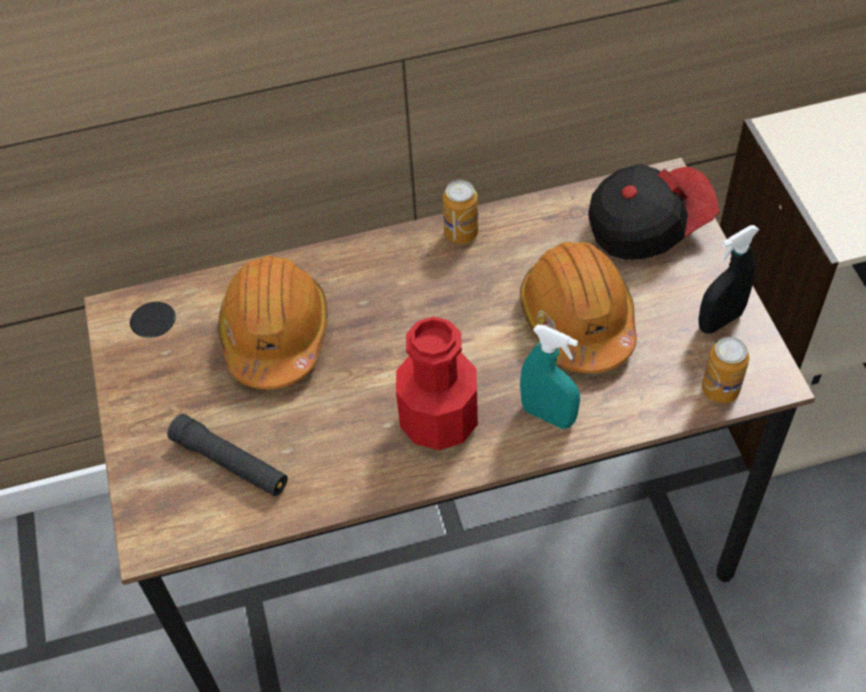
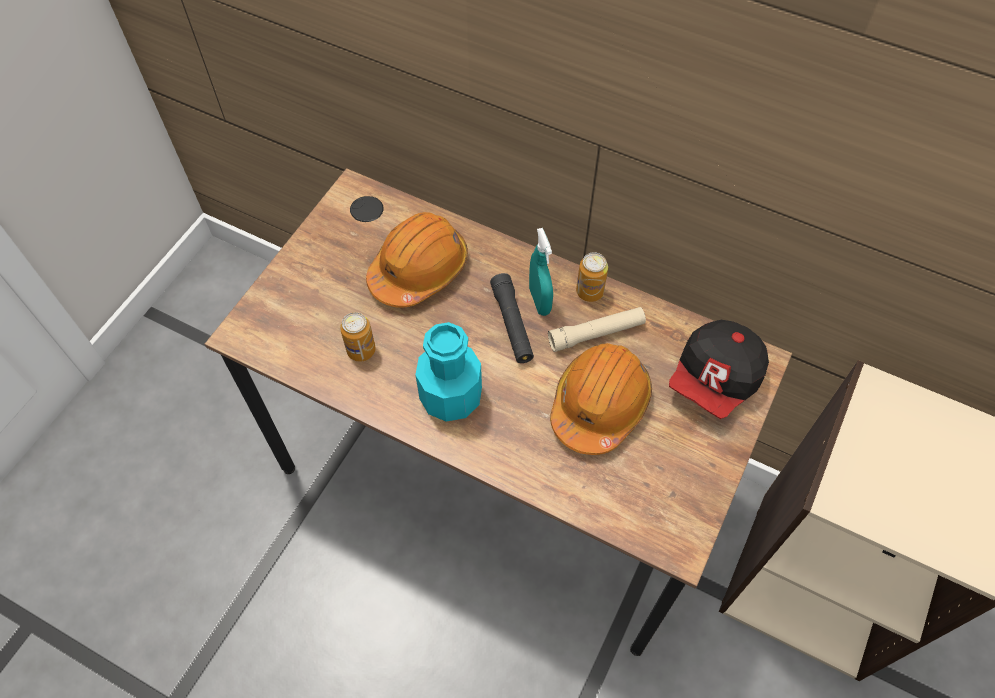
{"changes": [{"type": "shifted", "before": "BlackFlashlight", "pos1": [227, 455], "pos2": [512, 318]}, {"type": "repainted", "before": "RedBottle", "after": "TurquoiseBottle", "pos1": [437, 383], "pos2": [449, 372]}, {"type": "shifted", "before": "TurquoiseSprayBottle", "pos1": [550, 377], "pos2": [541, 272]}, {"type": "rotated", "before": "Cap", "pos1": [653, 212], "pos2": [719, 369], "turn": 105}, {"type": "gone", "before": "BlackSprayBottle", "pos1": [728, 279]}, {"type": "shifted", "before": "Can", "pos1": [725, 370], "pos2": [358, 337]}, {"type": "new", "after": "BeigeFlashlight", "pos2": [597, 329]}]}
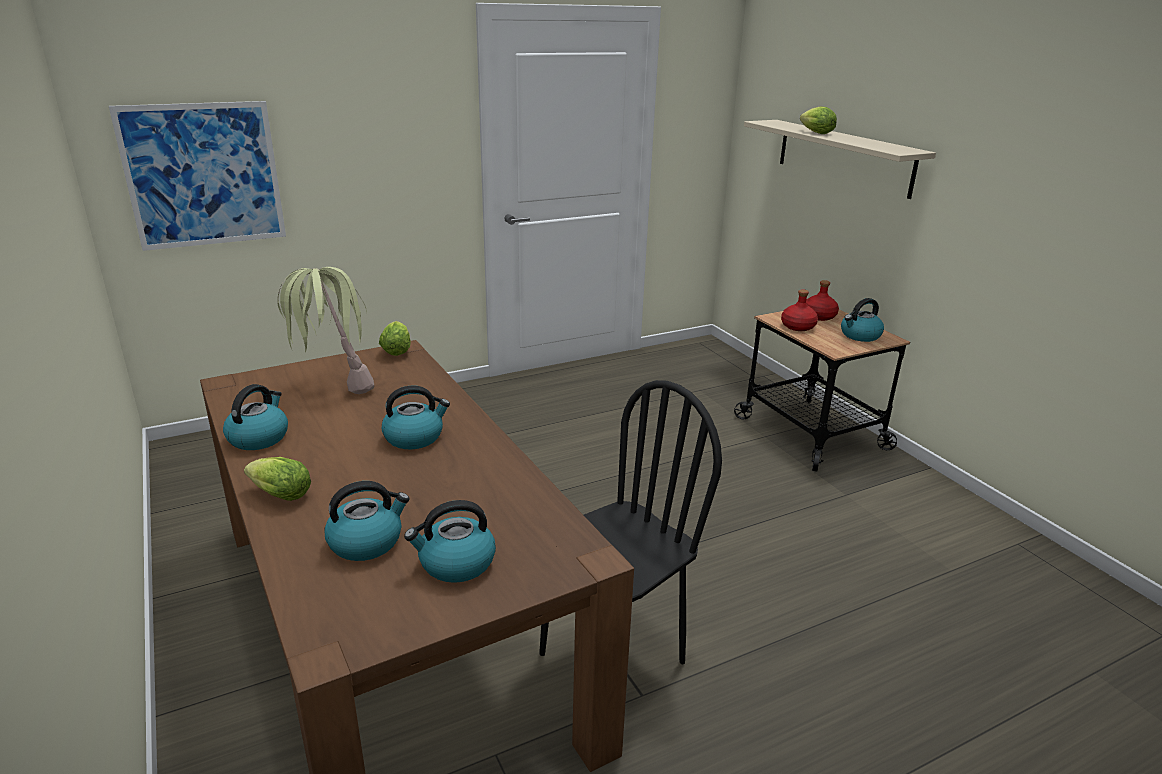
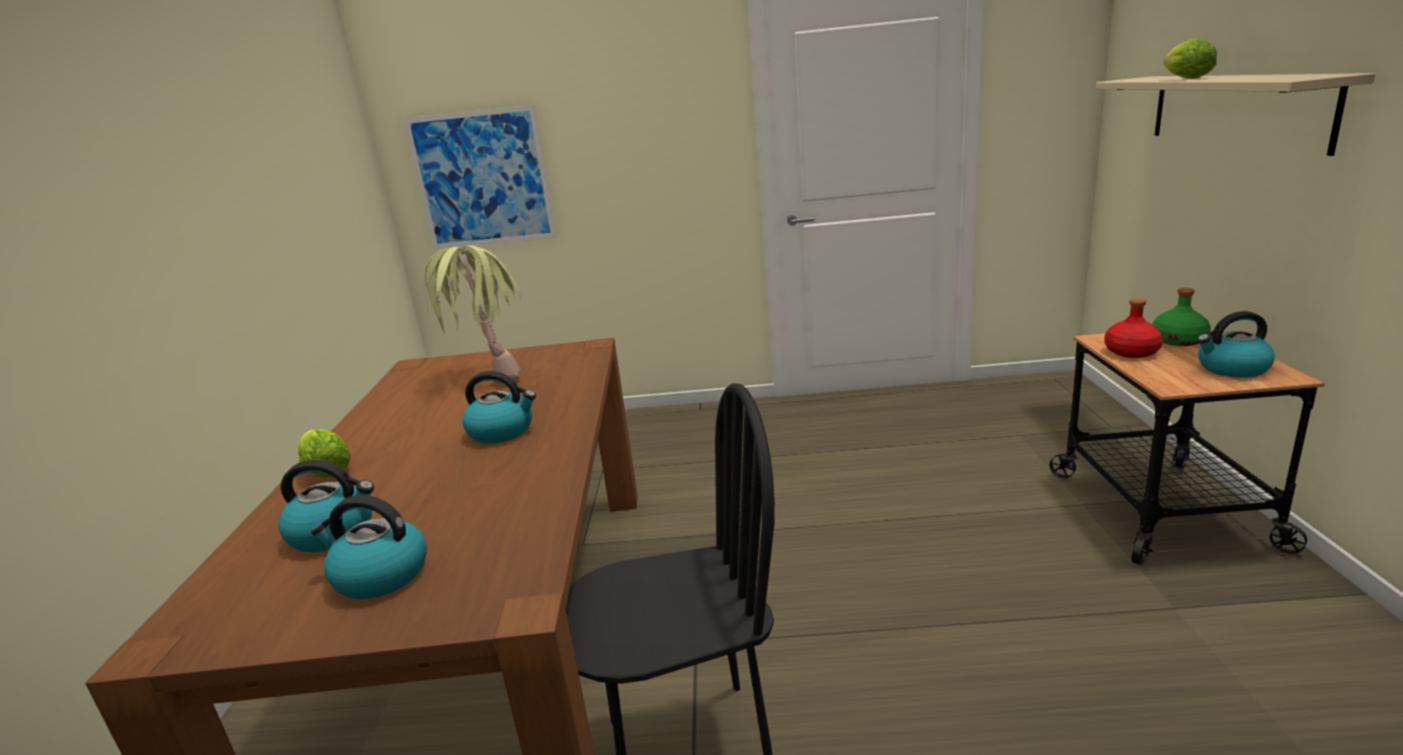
{"changes": [{"type": "gone", "before": "Kettle", "pos1": [255, 417]}, {"type": "gone", "before": "Lettuce", "pos1": [395, 338]}, {"type": "repainted", "before": "RedBottle", "after": "GreenBottle", "pos1": [822, 300], "pos2": [1181, 317]}]}
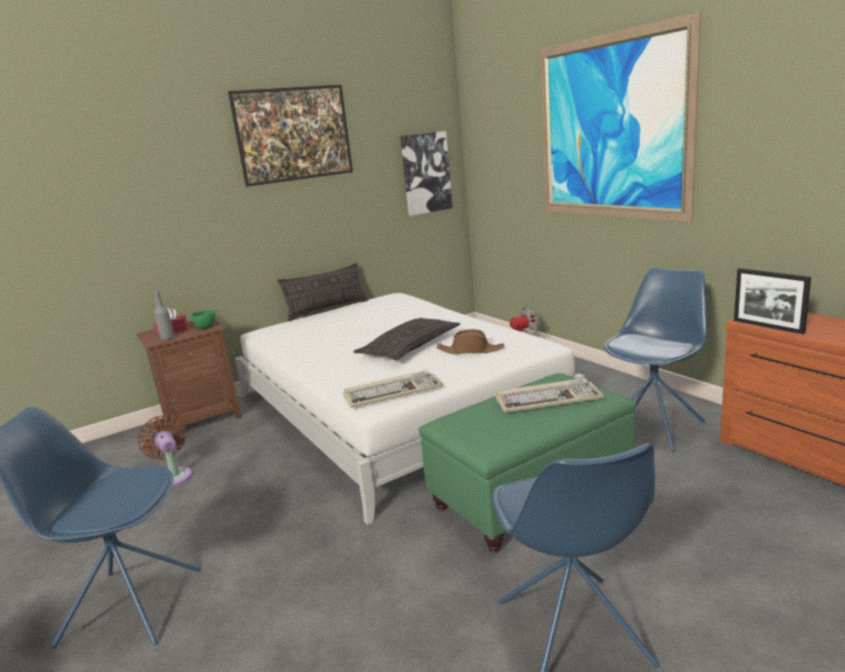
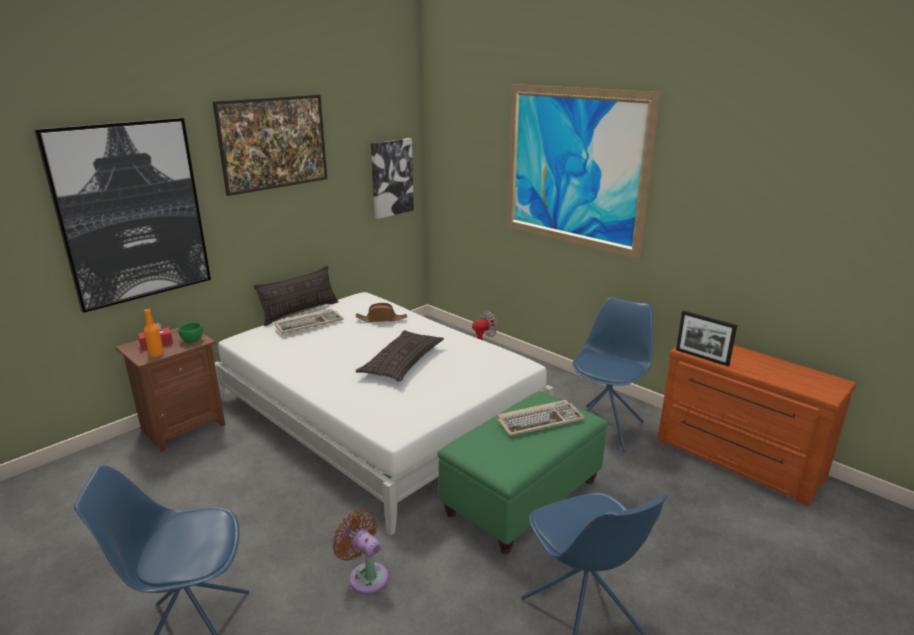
{"changes": [{"type": "shifted", "before": "BrownFan", "pos1": [165, 450], "pos2": [360, 552]}, {"type": "repainted", "before": "GreyBottle", "after": "OrangeBottle", "pos1": [163, 315], "pos2": [154, 332]}, {"type": "shifted", "before": "Keyboard", "pos1": [393, 389], "pos2": [309, 321]}, {"type": "shifted", "before": "BrownHat", "pos1": [470, 341], "pos2": [381, 312]}, {"type": "new", "after": "Picture", "pos2": [122, 215]}]}
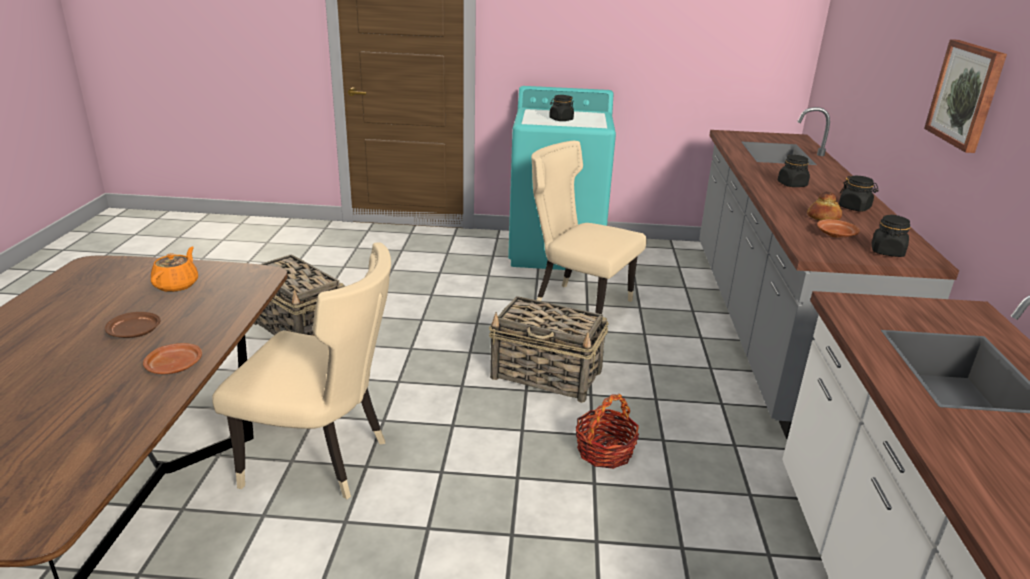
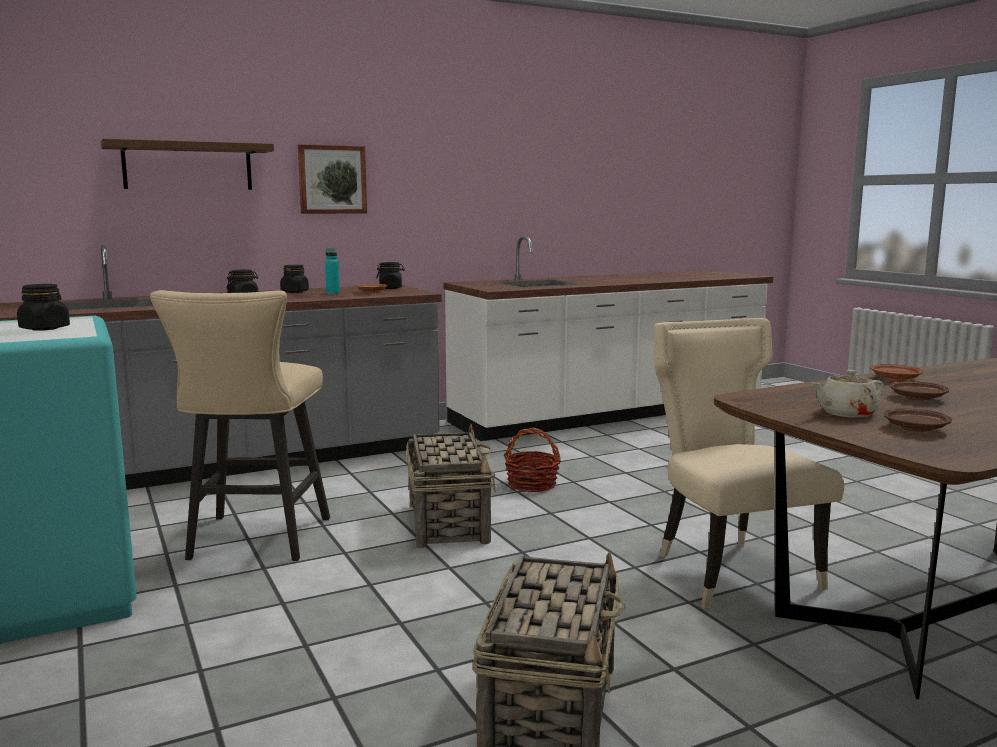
{"changes": [{"type": "repainted", "before": "OrangeTeapot", "after": "BeigeTeapot", "pos1": [174, 269], "pos2": [848, 394]}, {"type": "swapped", "before": "BeigeChair", "after": "BeigeStool", "pos1": [589, 227], "pos2": [240, 425]}, {"type": "swapped", "before": "Bread", "after": "TurquoiseBottle", "pos1": [824, 206], "pos2": [332, 271]}, {"type": "new", "after": "BrownShelf", "pos2": [187, 164]}, {"type": "new", "after": "BrownPlate", "pos2": [918, 420]}]}
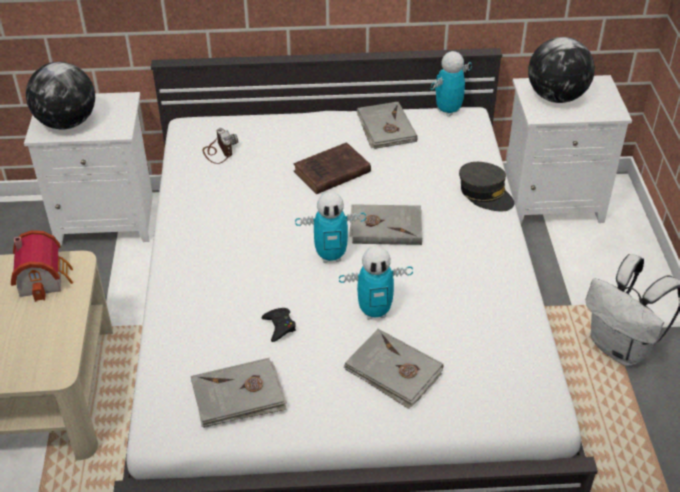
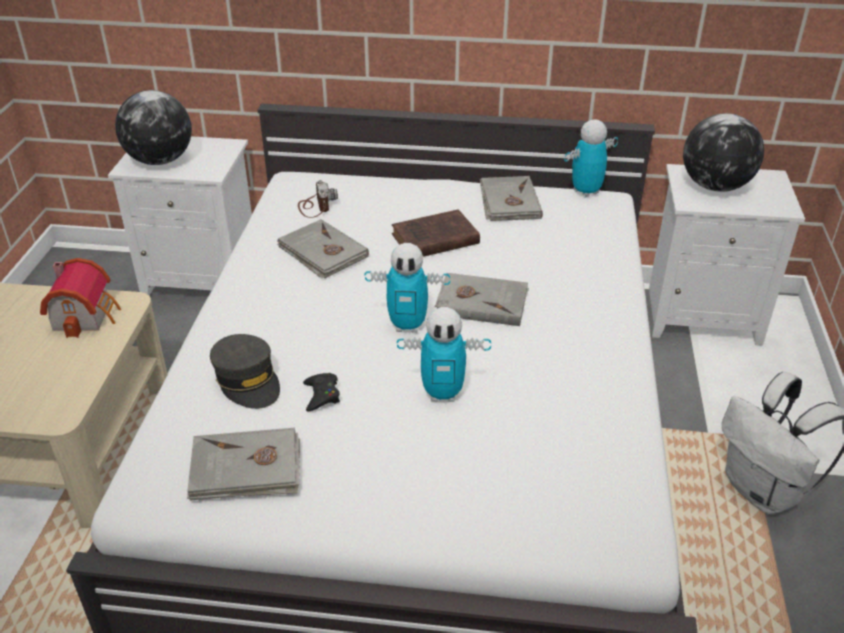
{"changes": [{"type": "shifted", "before": "GreyBook", "pos1": [393, 369], "pos2": [323, 248]}, {"type": "shifted", "before": "GreyCap", "pos1": [486, 186], "pos2": [245, 371]}]}
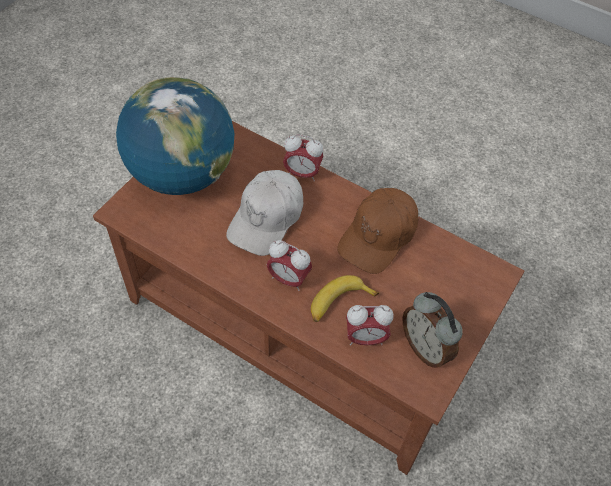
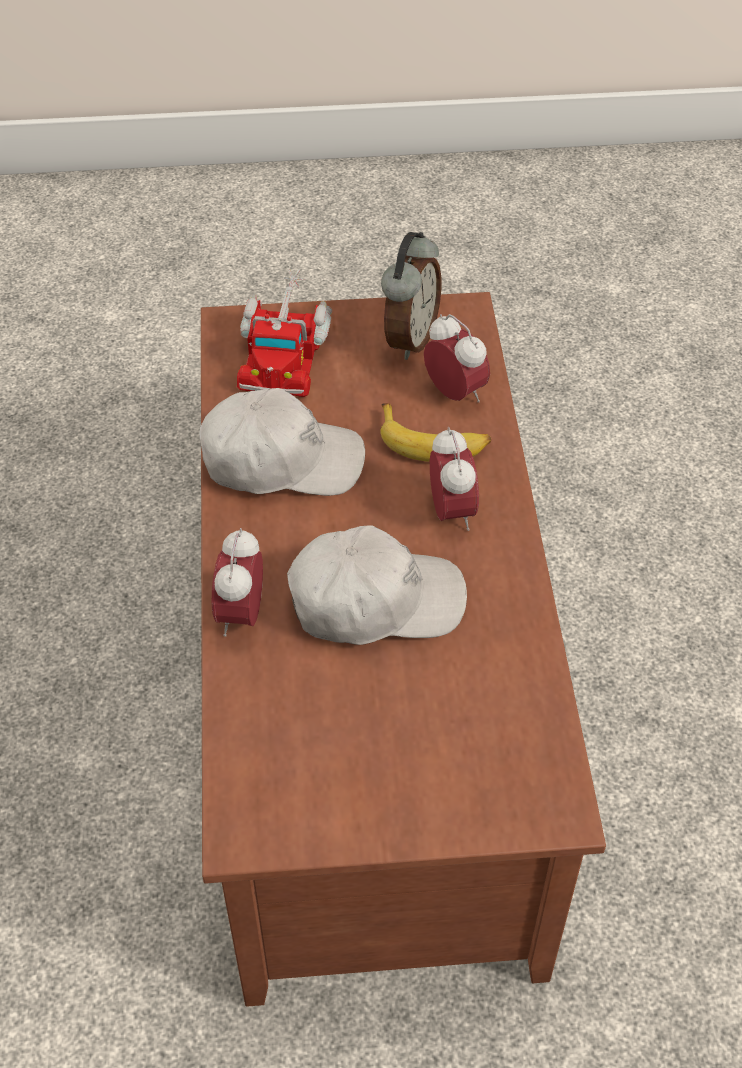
{"changes": [{"type": "gone", "before": "Globe", "pos1": [175, 136]}, {"type": "rotated", "before": "AlarmClock", "pos1": [303, 158], "pos2": [237, 582], "turn": -150}, {"type": "repainted", "before": "BrownCap", "after": "WhiteCap", "pos1": [377, 231], "pos2": [282, 442]}, {"type": "new", "after": "ToyTruck", "pos2": [284, 333]}]}
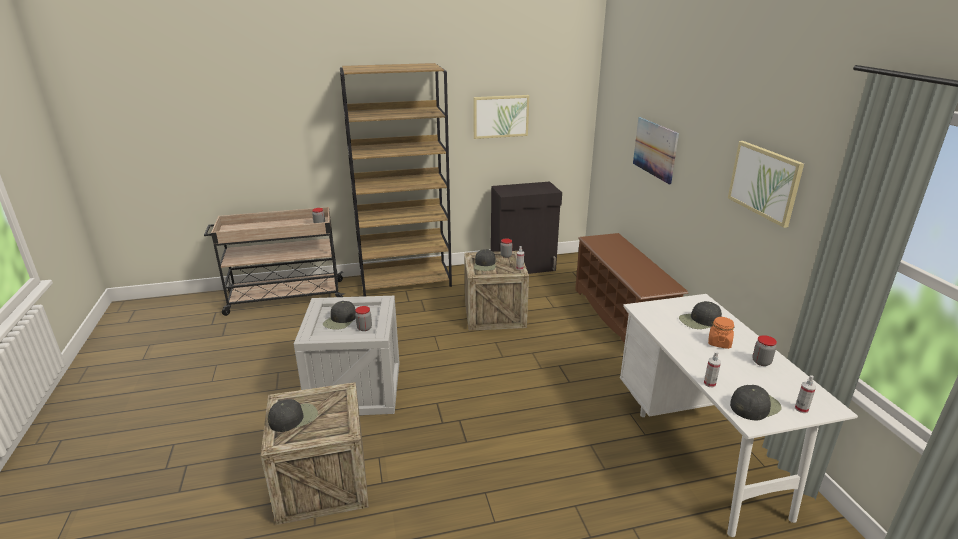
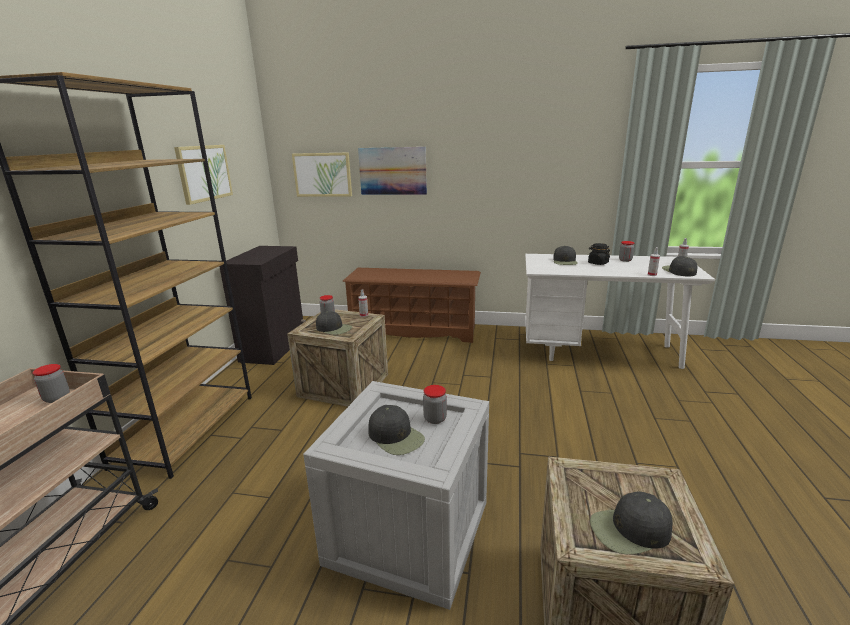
{"changes": [{"type": "rotated", "before": "BlackCap", "pos1": [293, 415], "pos2": [631, 522], "turn": -90}, {"type": "repainted", "before": "OrangeJar", "after": "BlackJar", "pos1": [721, 333], "pos2": [599, 254]}, {"type": "shifted", "before": "Picture", "pos1": [766, 184], "pos2": [322, 174]}]}
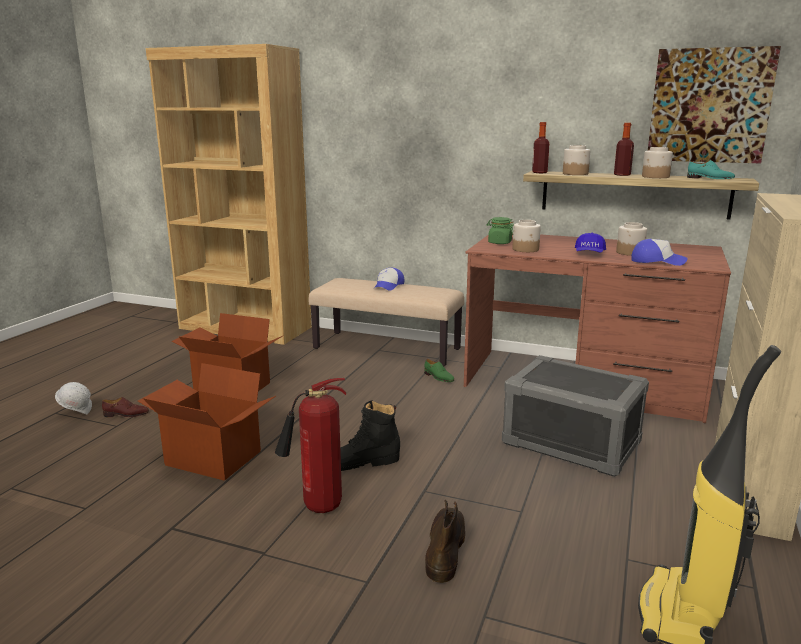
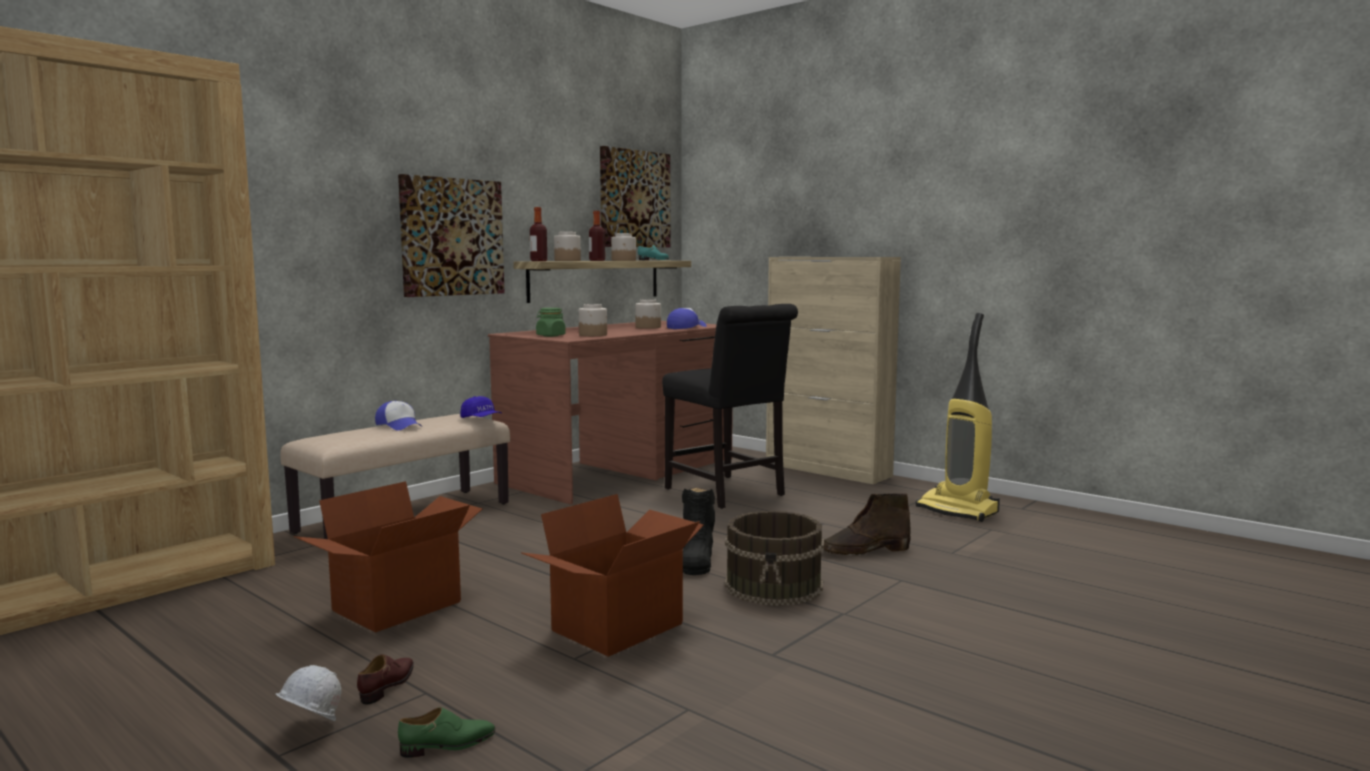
{"changes": [{"type": "swapped", "before": "FireExtinguisher", "after": "BrownBucket", "pos1": [310, 445], "pos2": [774, 558]}, {"type": "shifted", "before": "GreenShoe", "pos1": [439, 370], "pos2": [447, 732]}, {"type": "rotated", "before": "BrownBoot", "pos1": [445, 541], "pos2": [867, 524], "turn": -45}, {"type": "swapped", "before": "GreyStorageBox", "after": "BlackChair", "pos1": [575, 416], "pos2": [730, 406]}, {"type": "shifted", "before": "BlueCap", "pos1": [590, 243], "pos2": [481, 407]}, {"type": "new", "after": "Picture", "pos2": [451, 235]}]}
